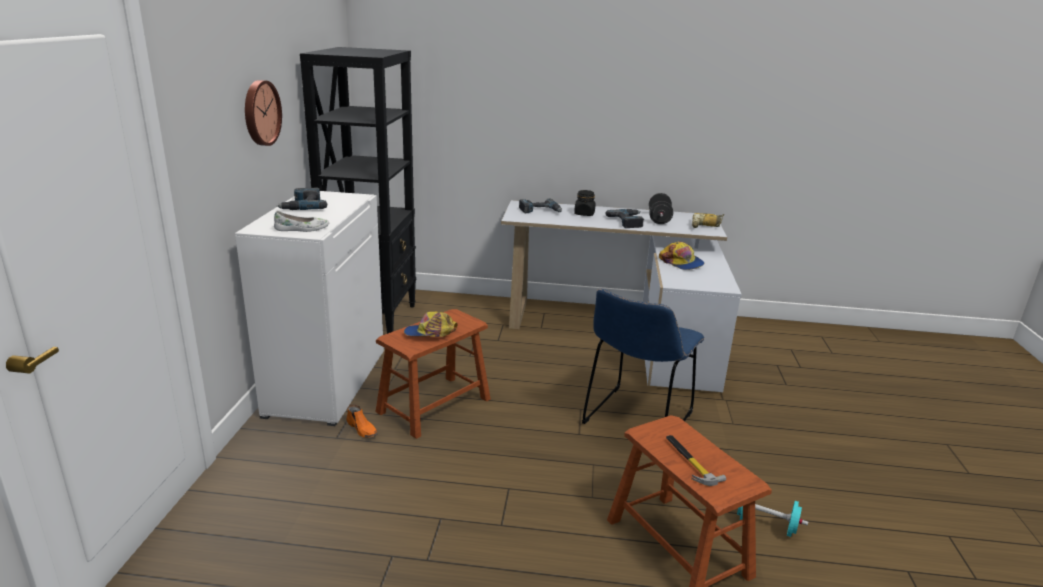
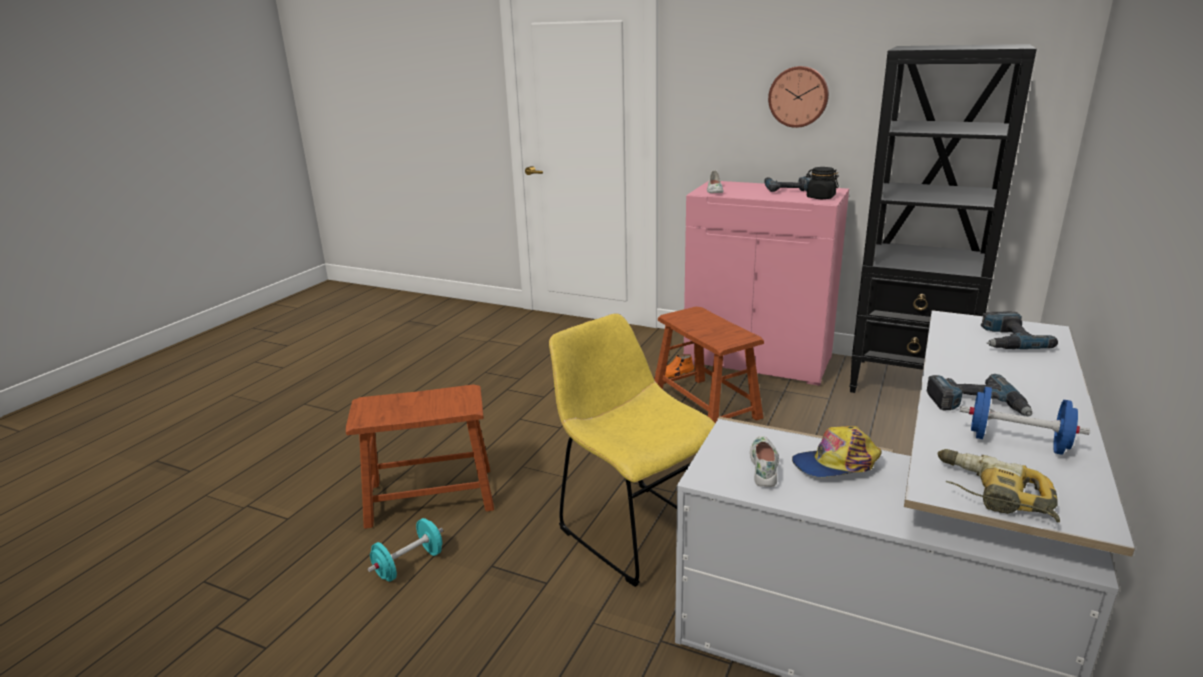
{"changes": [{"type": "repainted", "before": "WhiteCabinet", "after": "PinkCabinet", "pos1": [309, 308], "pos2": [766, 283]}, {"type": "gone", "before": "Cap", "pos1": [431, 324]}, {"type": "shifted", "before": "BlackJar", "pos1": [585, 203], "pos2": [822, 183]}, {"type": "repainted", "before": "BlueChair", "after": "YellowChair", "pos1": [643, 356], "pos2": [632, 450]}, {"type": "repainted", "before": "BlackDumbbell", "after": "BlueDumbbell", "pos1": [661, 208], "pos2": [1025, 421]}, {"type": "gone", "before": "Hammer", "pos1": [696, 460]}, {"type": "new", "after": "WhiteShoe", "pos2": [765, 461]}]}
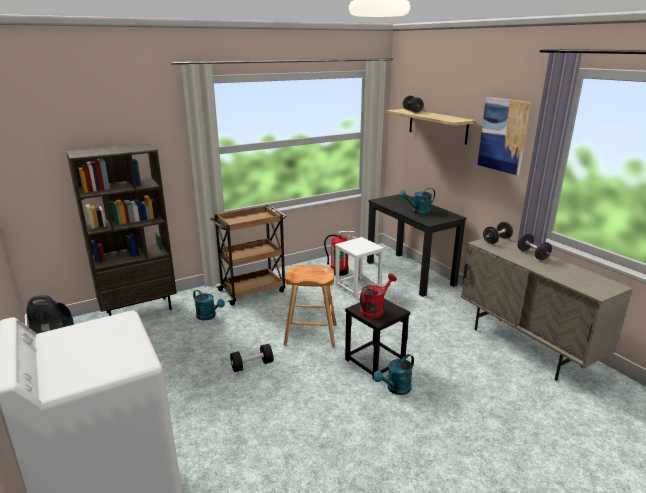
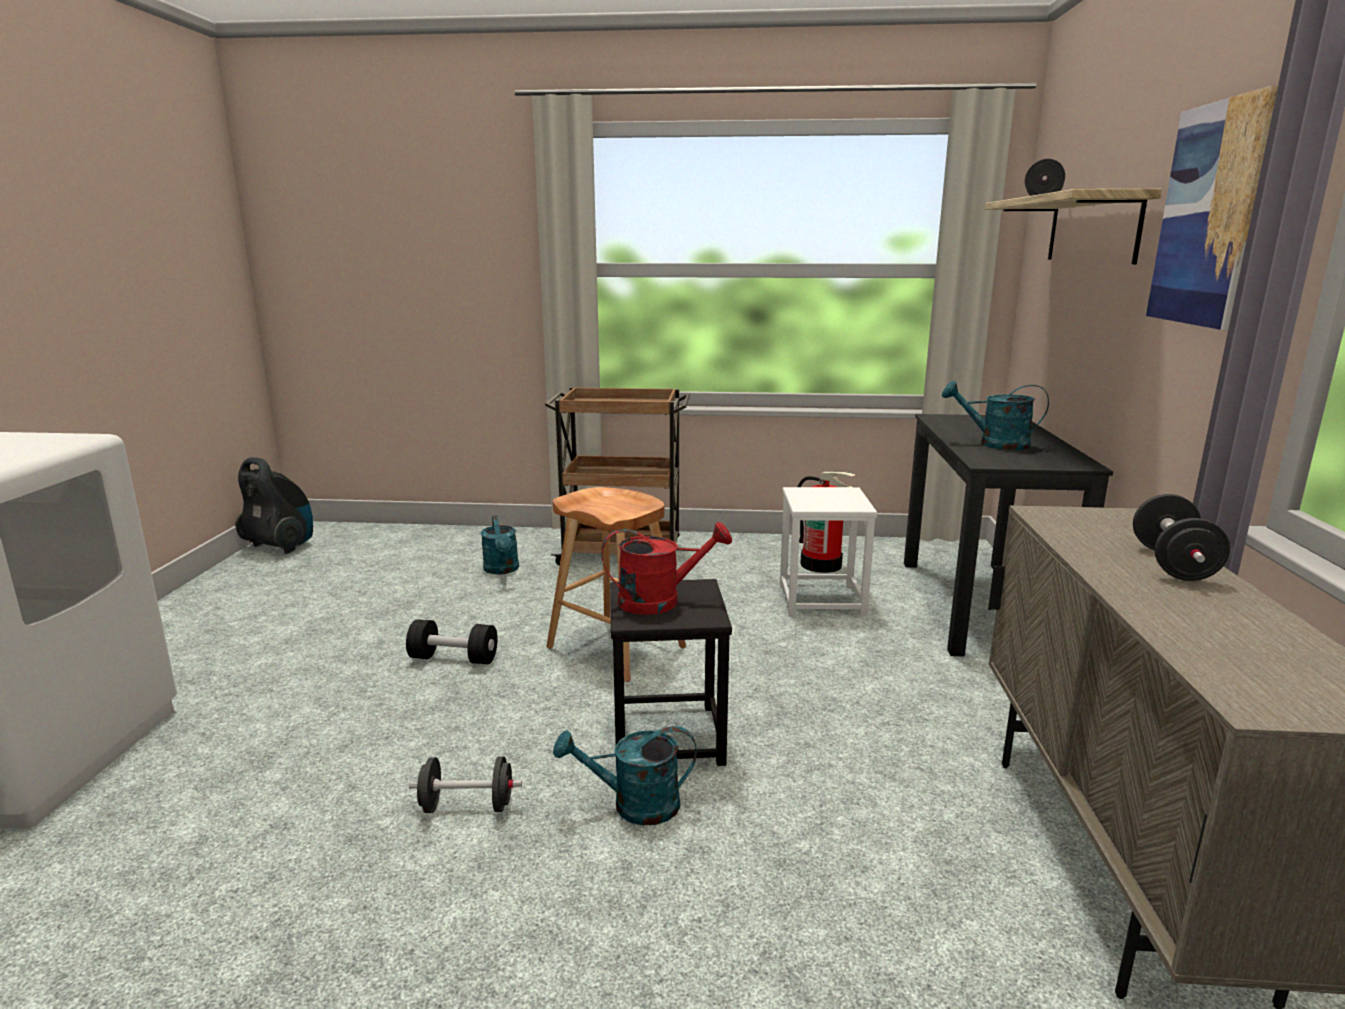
{"changes": [{"type": "gone", "before": "BrownBookcase", "pos1": [121, 229]}, {"type": "shifted", "before": "BlackDumbbell", "pos1": [498, 233], "pos2": [465, 784]}]}
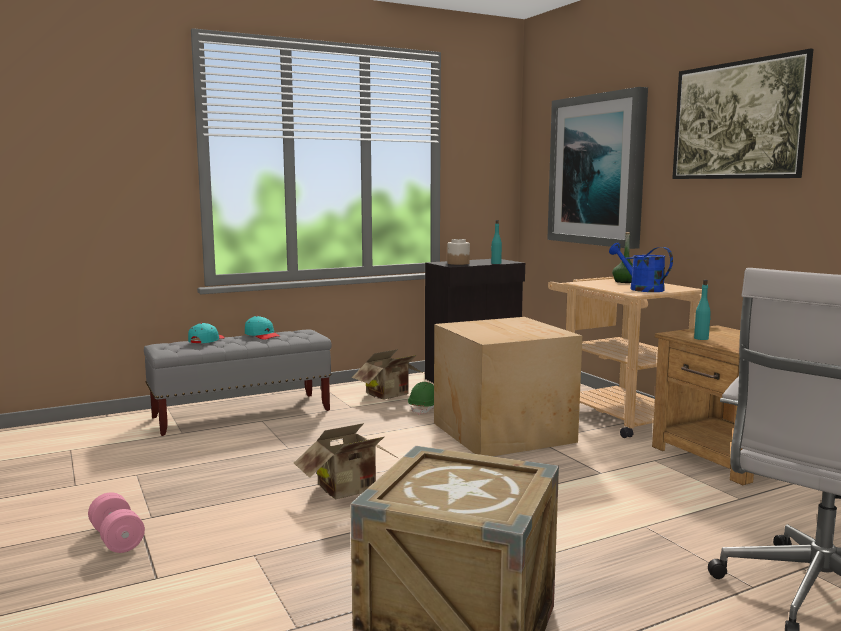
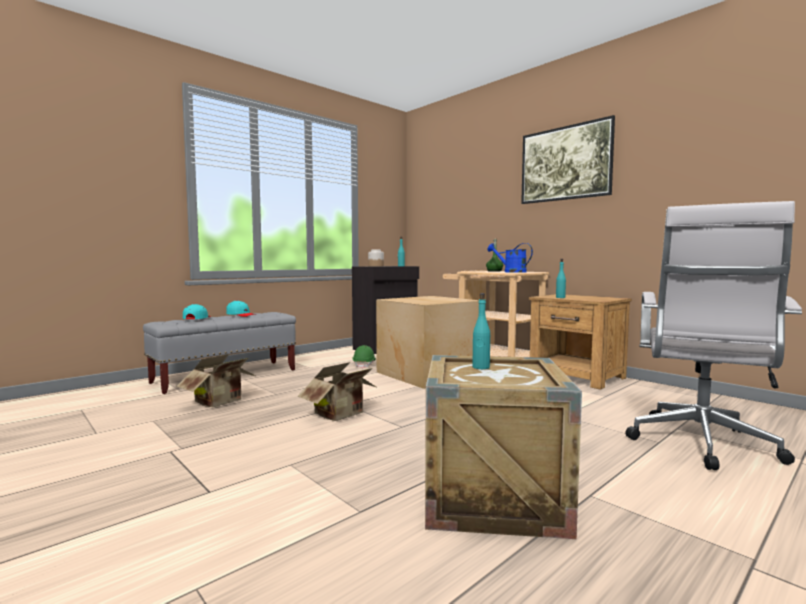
{"changes": [{"type": "gone", "before": "PinkDumbbell", "pos1": [116, 522]}, {"type": "shifted", "before": "CardboardBox", "pos1": [387, 374], "pos2": [216, 380]}, {"type": "gone", "before": "Picture", "pos1": [597, 168]}, {"type": "new", "after": "TurquoiseBottle", "pos2": [481, 331]}]}
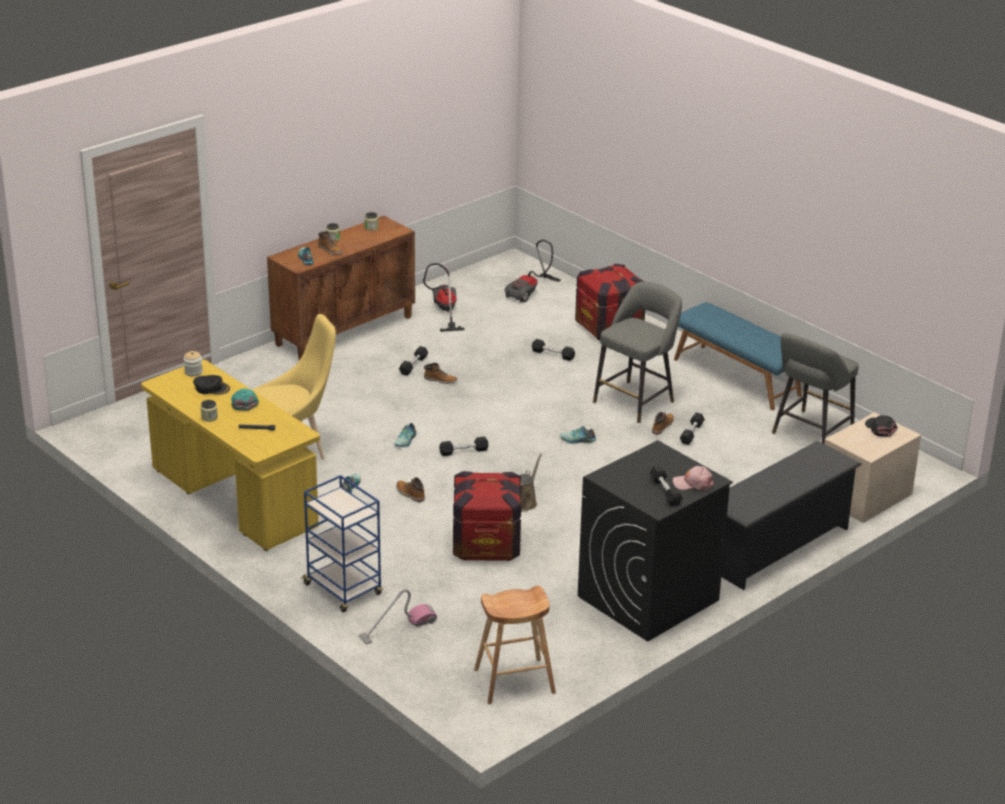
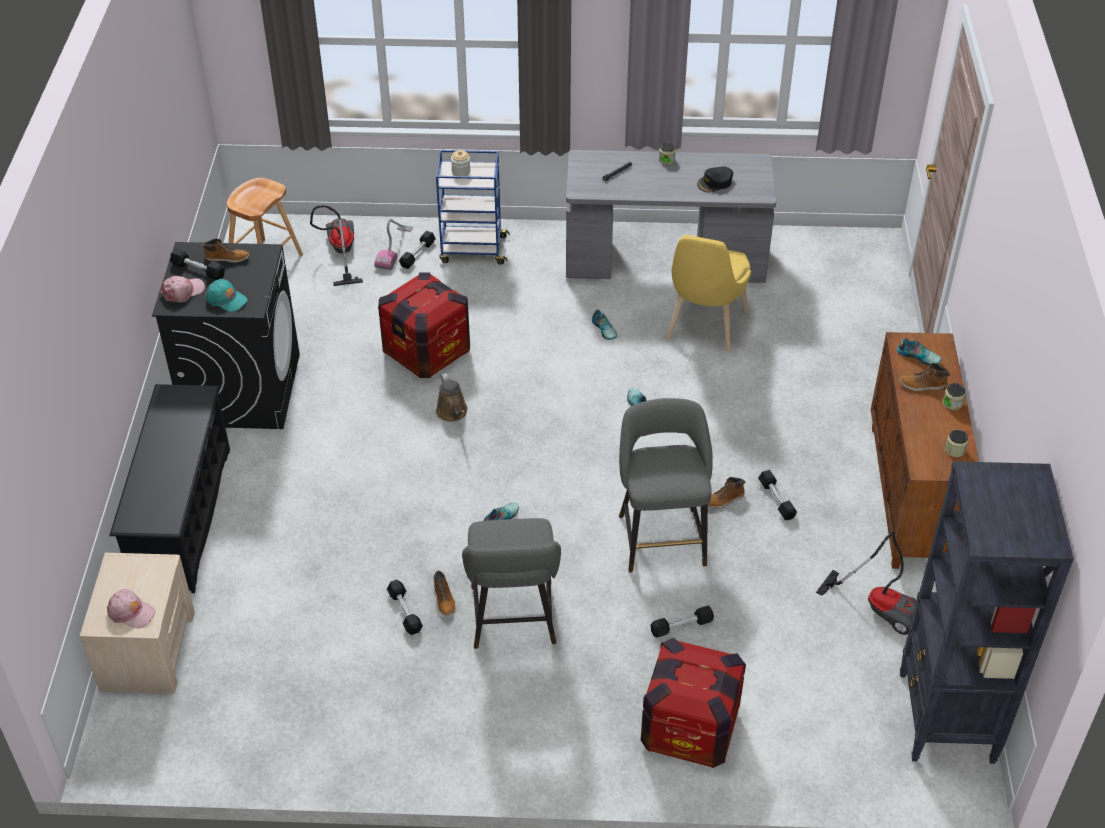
{"changes": [{"type": "repainted", "before": "YellowDesk", "after": "GreyDesk", "pos1": [230, 455], "pos2": [671, 216]}, {"type": "shifted", "before": "Jar", "pos1": [193, 364], "pos2": [460, 163]}, {"type": "shifted", "before": "TurquoiseCap", "pos1": [245, 399], "pos2": [226, 295]}, {"type": "shifted", "before": "Boot", "pos1": [410, 489], "pos2": [226, 251]}, {"type": "shifted", "before": "BlackDumbbell", "pos1": [463, 446], "pos2": [417, 250]}, {"type": "shifted", "before": "VacuumCleaner", "pos1": [533, 271], "pos2": [336, 245]}, {"type": "gone", "before": "BlueBench", "pos1": [738, 356]}, {"type": "shifted", "before": "GreyStool", "pos1": [815, 388], "pos2": [666, 485]}, {"type": "repainted", "before": "BlackCap", "after": "PinkCap", "pos1": [881, 426], "pos2": [131, 608]}, {"type": "new", "after": "BlackBookcase", "pos2": [987, 612]}]}
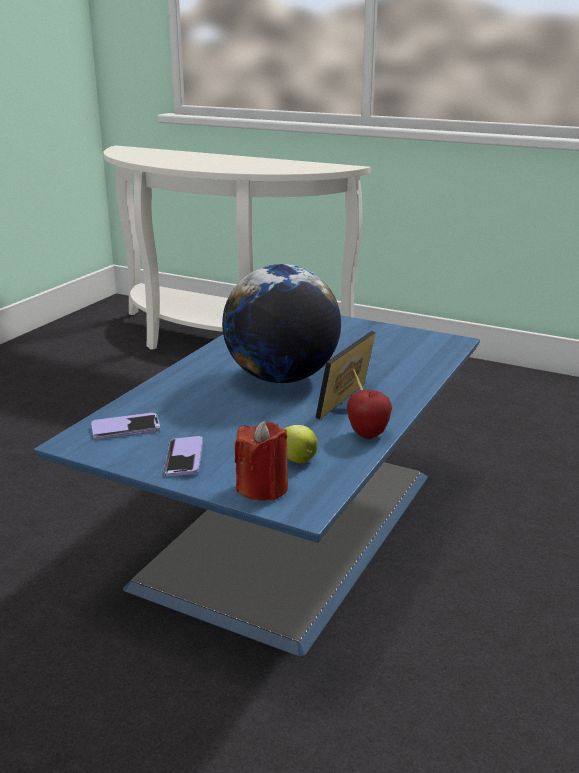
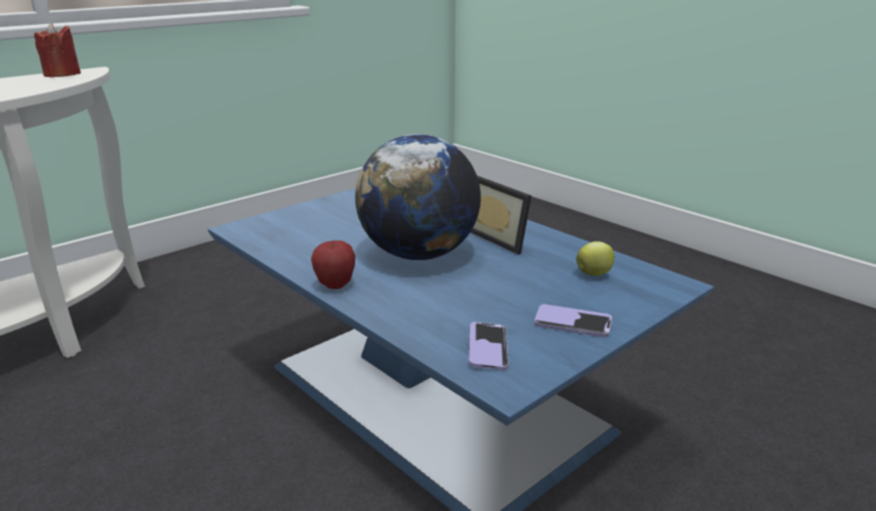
{"changes": [{"type": "shifted", "before": "RedCandle", "pos1": [261, 461], "pos2": [57, 50]}, {"type": "shifted", "before": "Apple", "pos1": [369, 414], "pos2": [333, 264]}]}
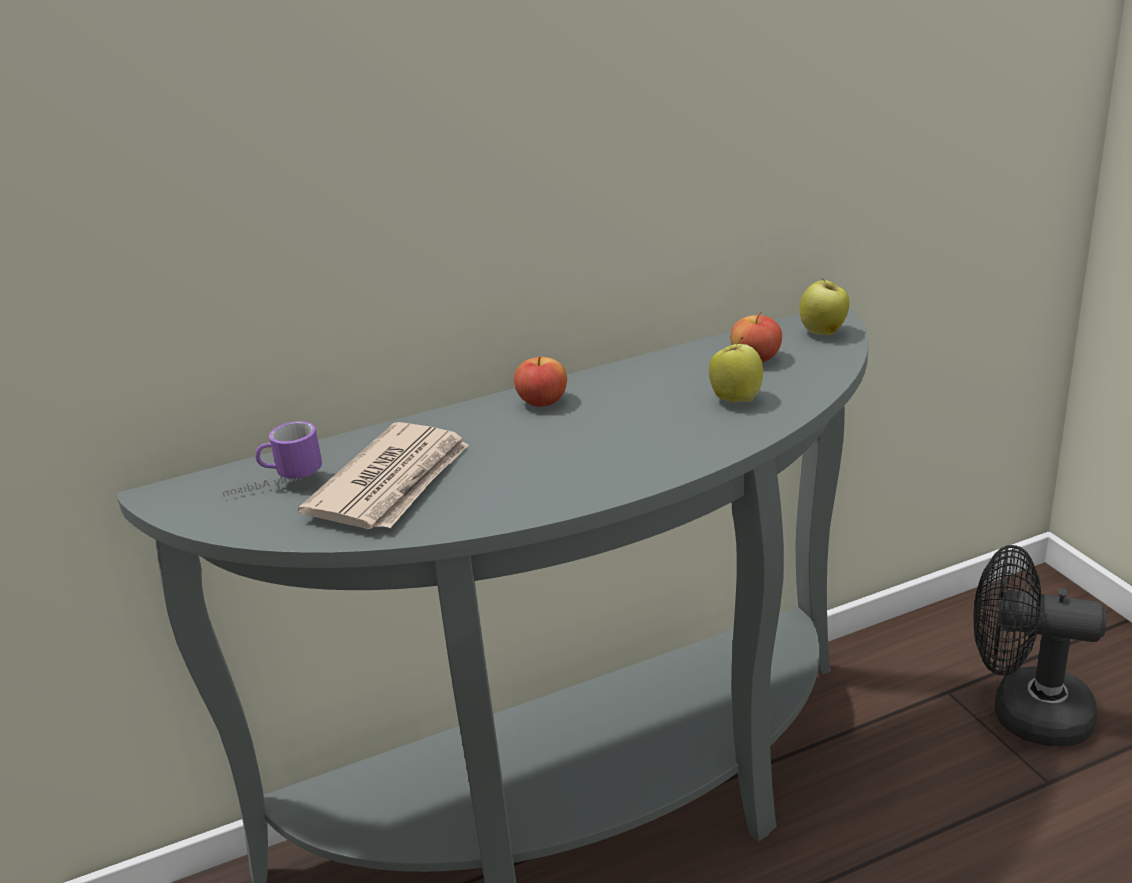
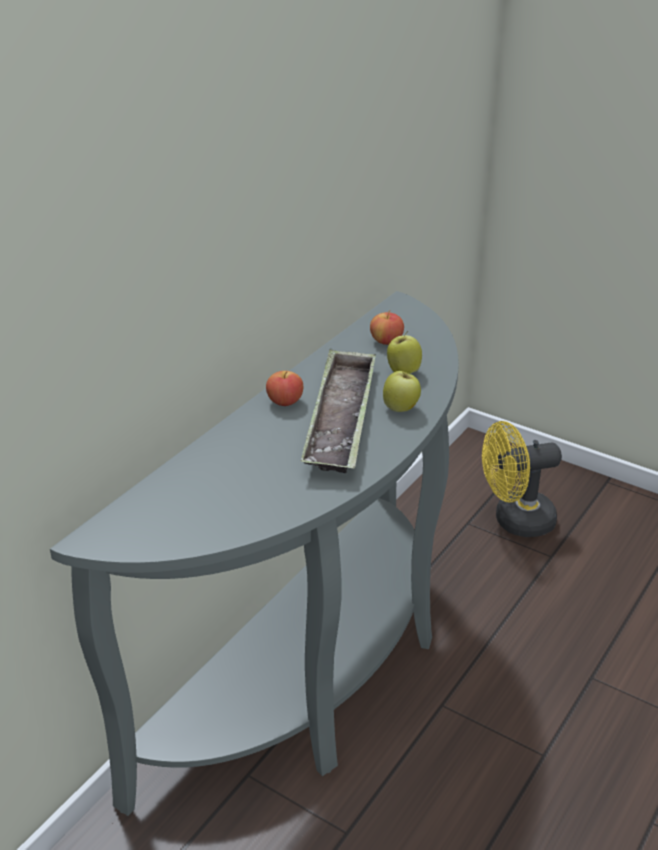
{"changes": [{"type": "gone", "before": "Mug", "pos1": [272, 459]}, {"type": "gone", "before": "Newspaper", "pos1": [383, 475]}, {"type": "shifted", "before": "Apple", "pos1": [824, 307], "pos2": [402, 391]}, {"type": "repainted", "before": "BlackFan", "after": "YellowFan", "pos1": [1040, 645], "pos2": [522, 479]}, {"type": "new", "after": "Tray", "pos2": [338, 411]}]}
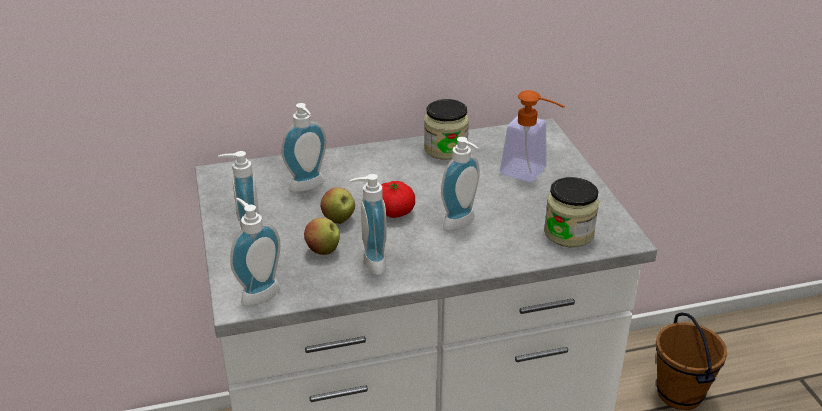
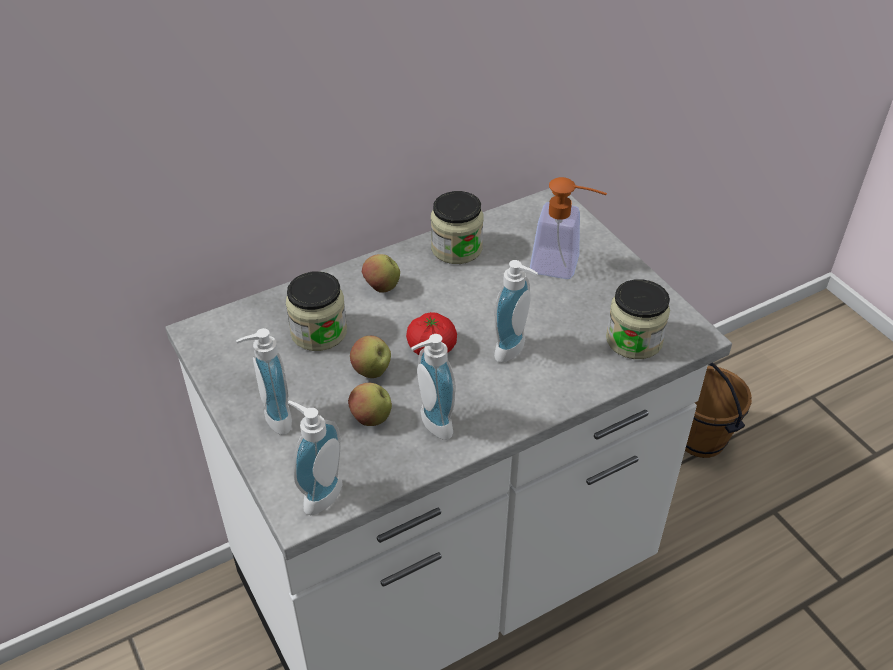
{"changes": [{"type": "swapped", "before": "SoapDispenser", "after": "Jar", "pos1": [304, 147], "pos2": [316, 311]}, {"type": "new", "after": "Apple", "pos2": [381, 273]}]}
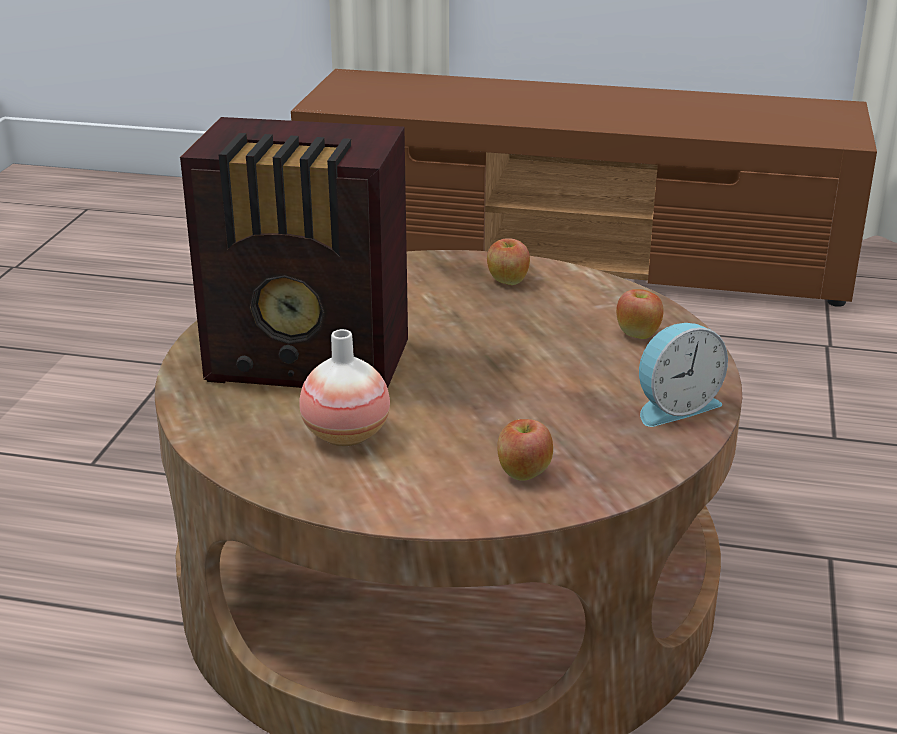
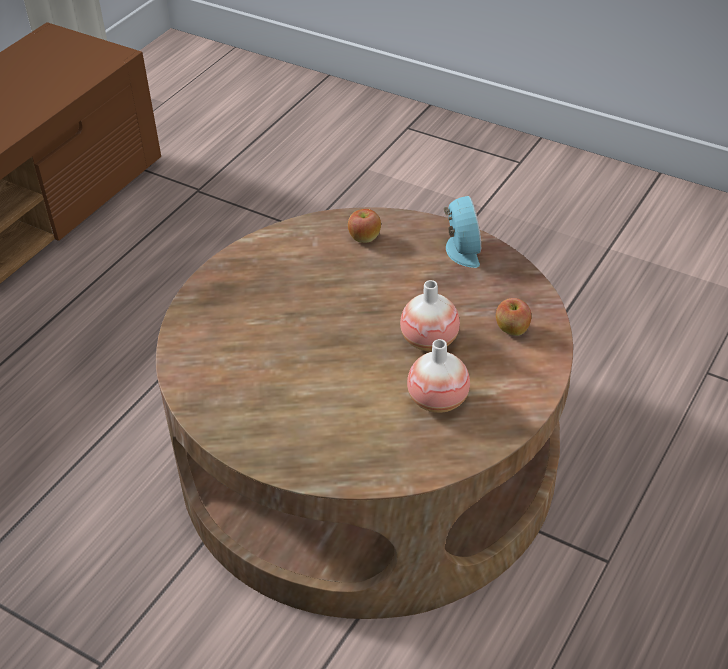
{"changes": [{"type": "gone", "before": "Radio", "pos1": [294, 252]}, {"type": "gone", "before": "Apple", "pos1": [508, 261]}, {"type": "new", "after": "Vase", "pos2": [430, 315]}]}
